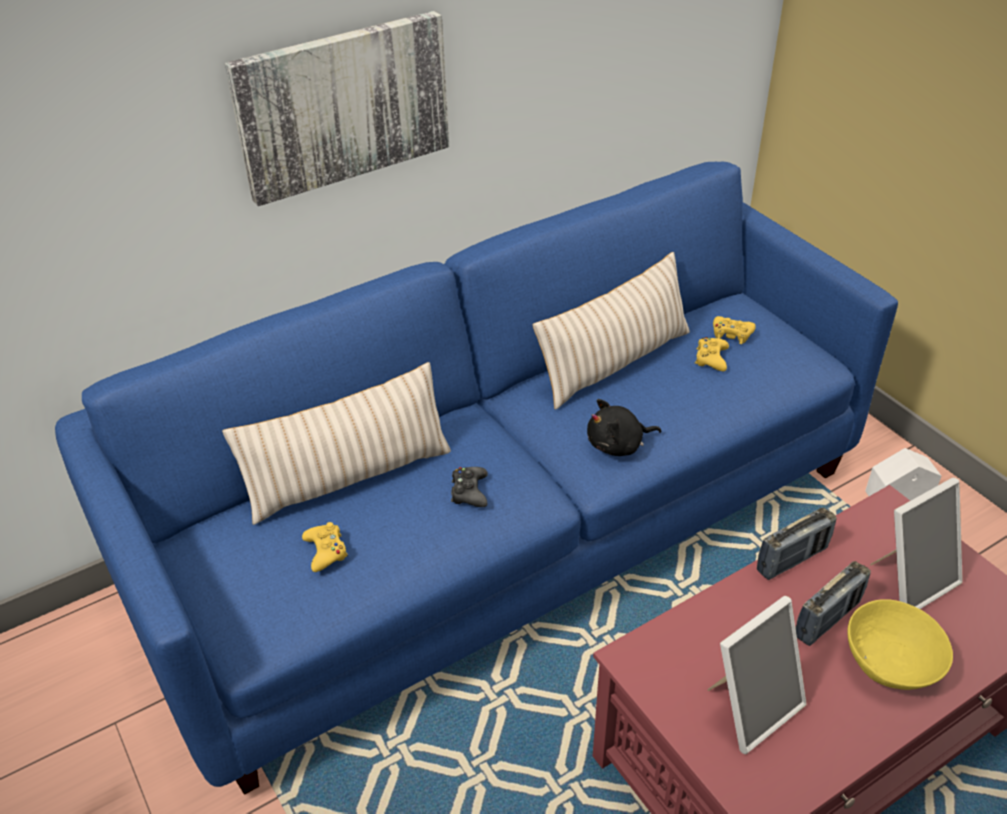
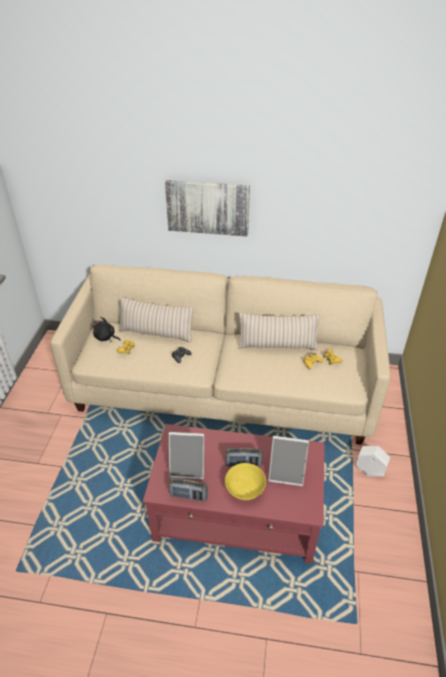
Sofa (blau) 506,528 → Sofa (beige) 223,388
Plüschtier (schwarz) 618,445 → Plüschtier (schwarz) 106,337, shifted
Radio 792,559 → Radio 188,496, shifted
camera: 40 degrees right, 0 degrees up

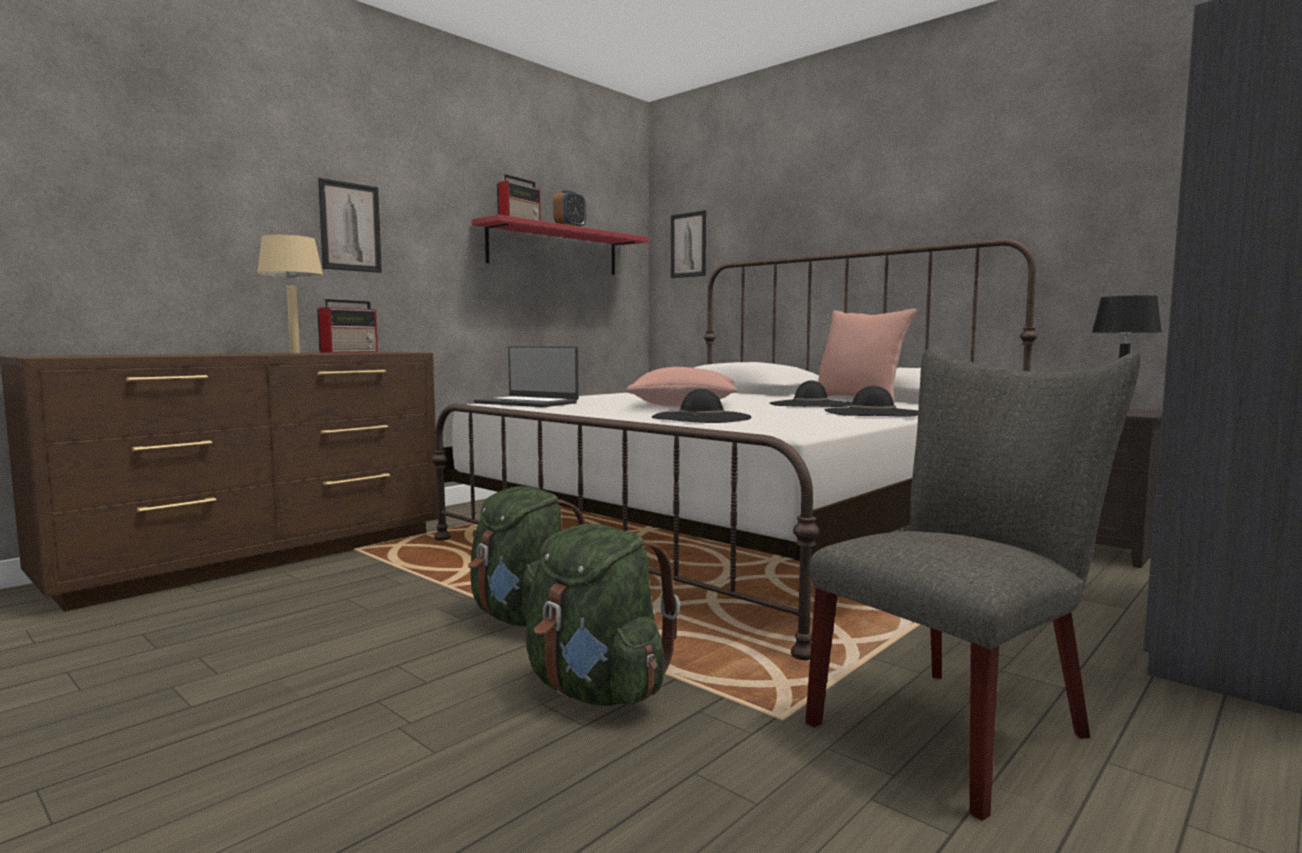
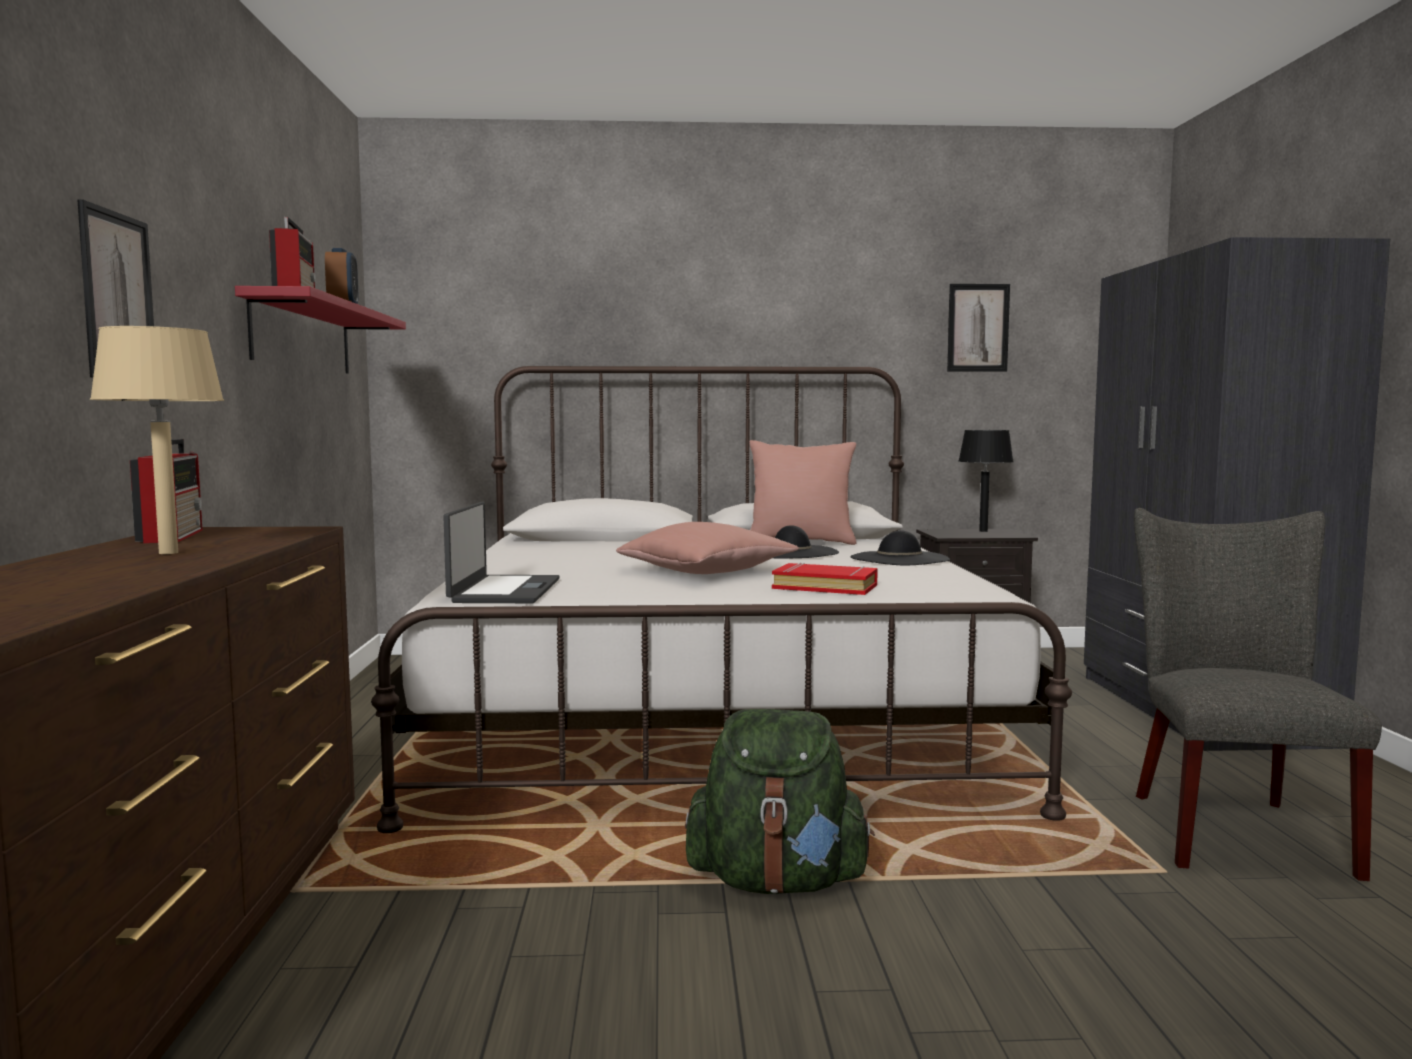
Bild 688,245 → Bild 978,328, shifted
Laptop 527,403 → Laptop 504,591, 75 degrees counterclockwise
Hut (schwarz) 701,418 → Buch (rot) 825,587
Rucksack (grün) 596,690 → -
camera: 45 degrees left, 0 degrees up

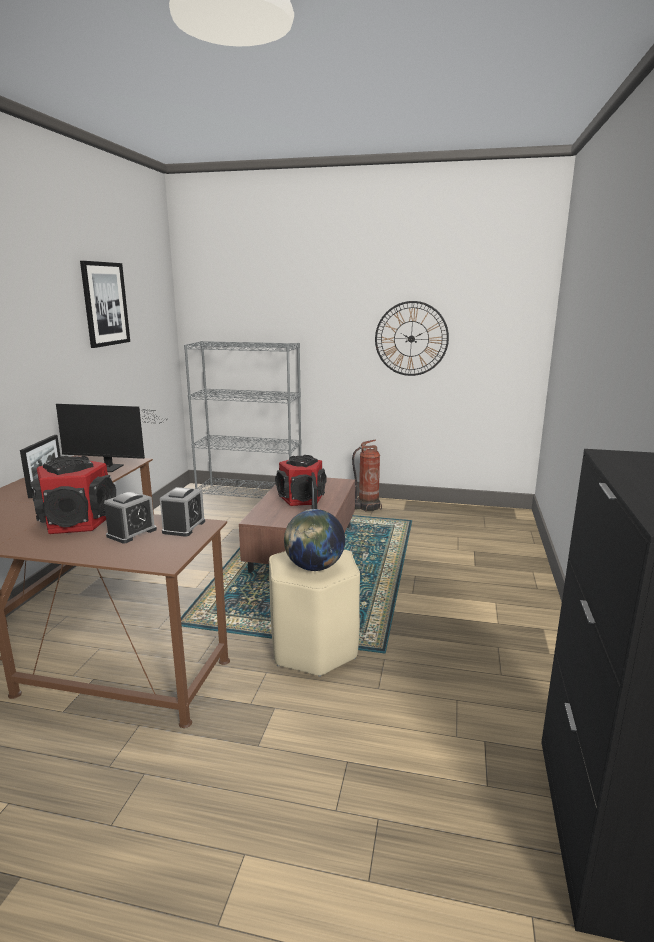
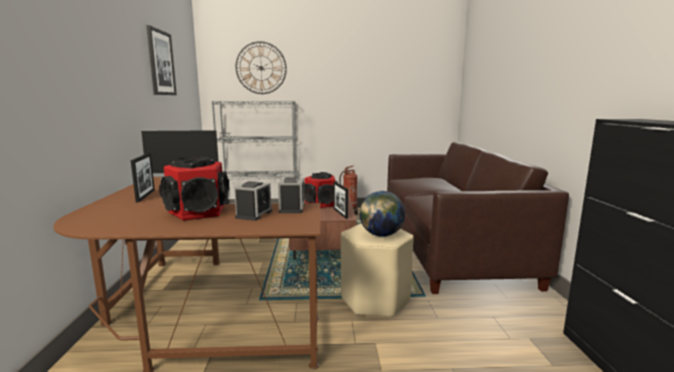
Wanduhr 411,339 → Wanduhr 261,68, shifted
- → Sofa (braun) 450,247
camera: 15 degrees left, 5 degrees down

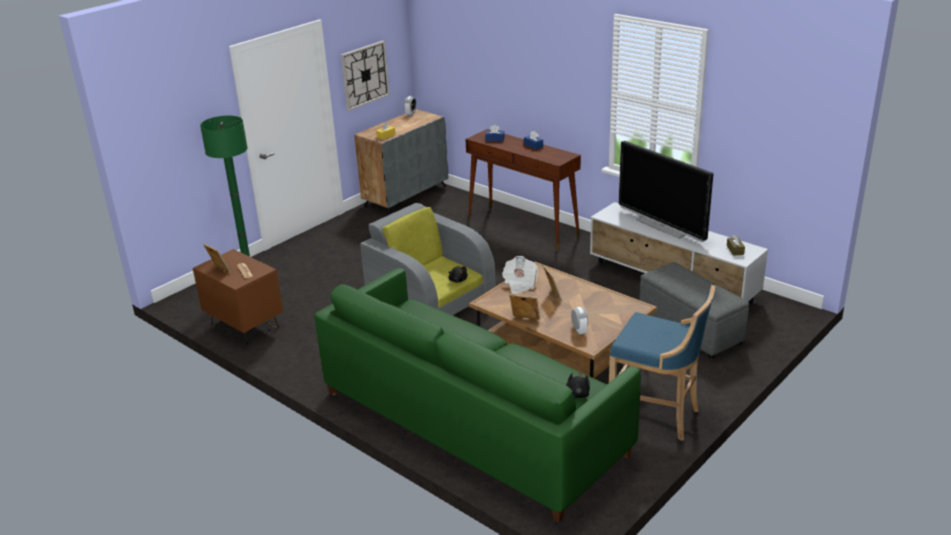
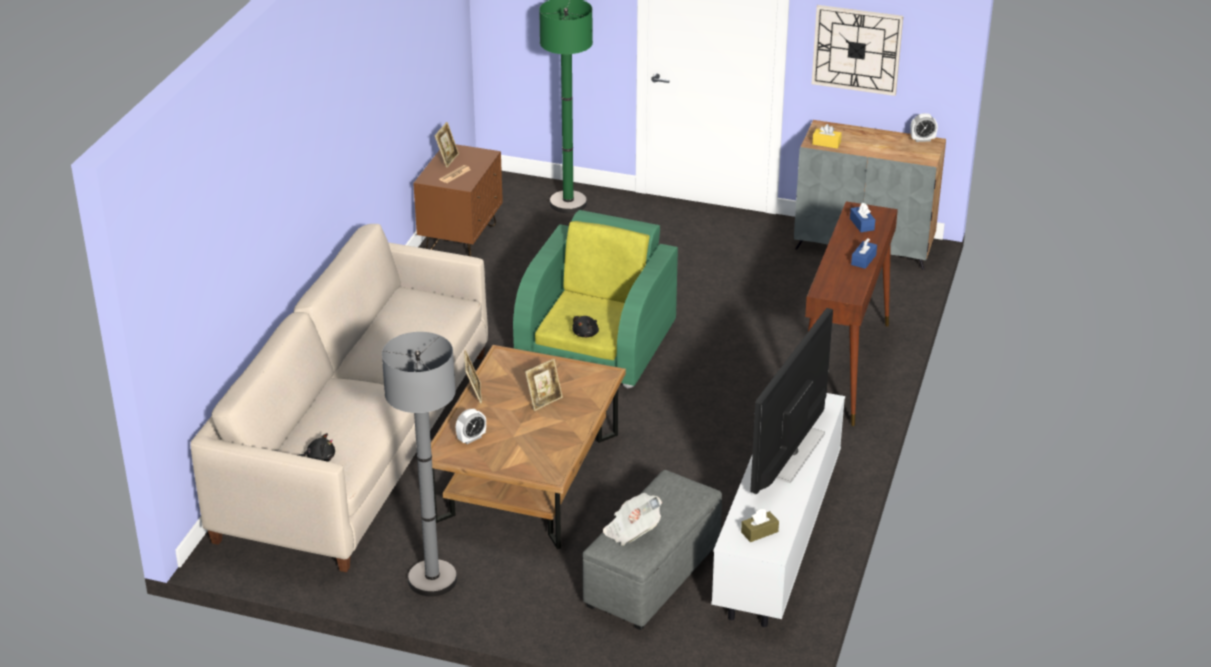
Sessel (grau) 430,299 → Sessel (grün) 597,344
Zeitung 520,284 → Zeitung 632,531, shifted
Sofa (grün) 472,422 → Sofa (beige) 356,443
Hocker (blau) 657,416 → Stehlampe (grau) 432,580
camera: 65 degrees right, 5 degrees up

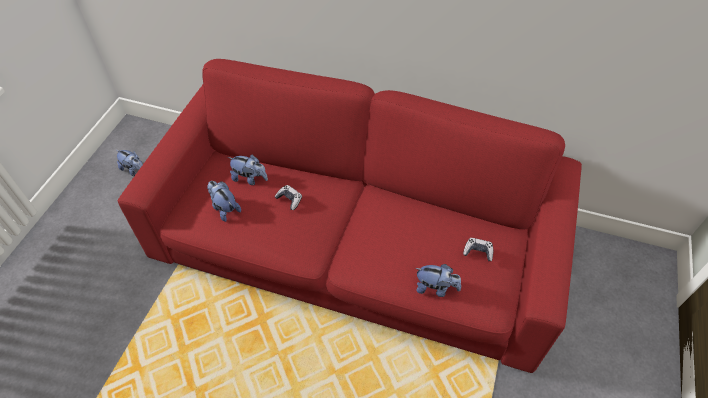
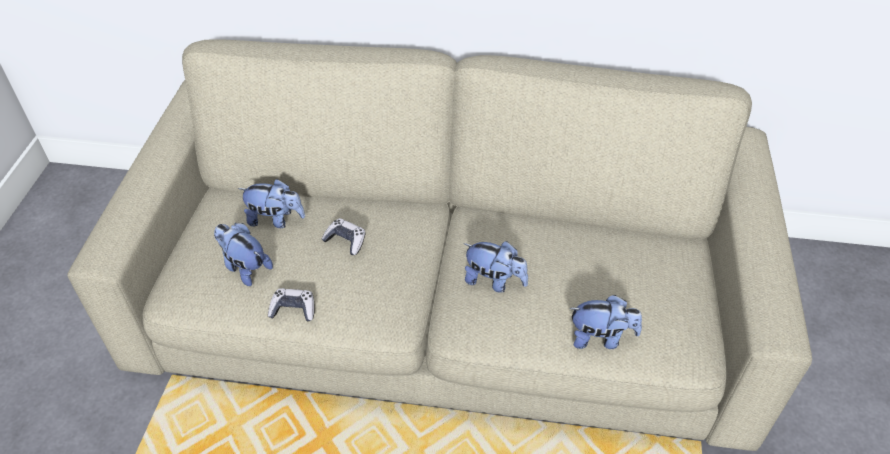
Sofa (rot) 354,244 → Sofa (beige) 445,304
Plüschtier 134,170 → Plüschtier 494,281, shifted
Gamepad 478,252 → Gamepad 293,309, shifted
camera: 10 degrees left, 5 degrees down

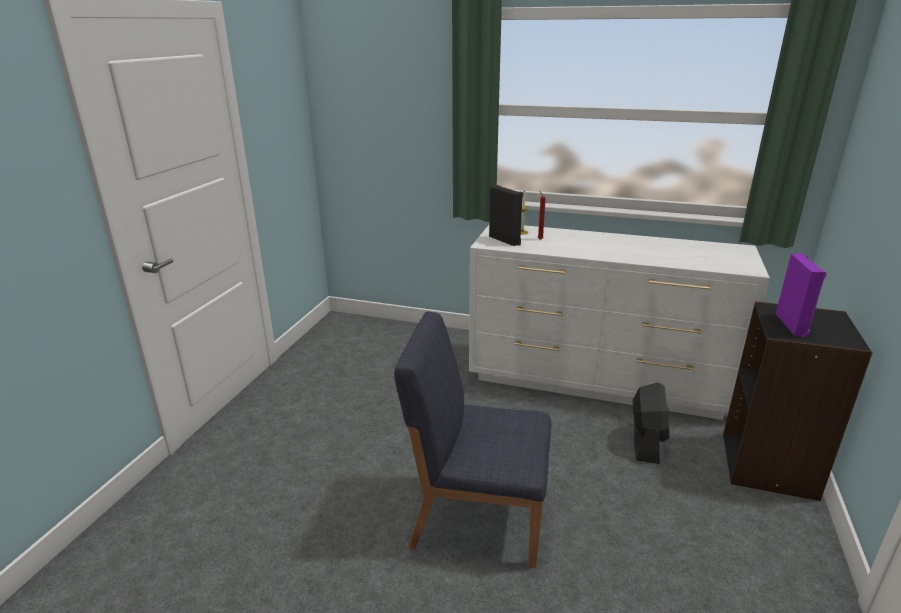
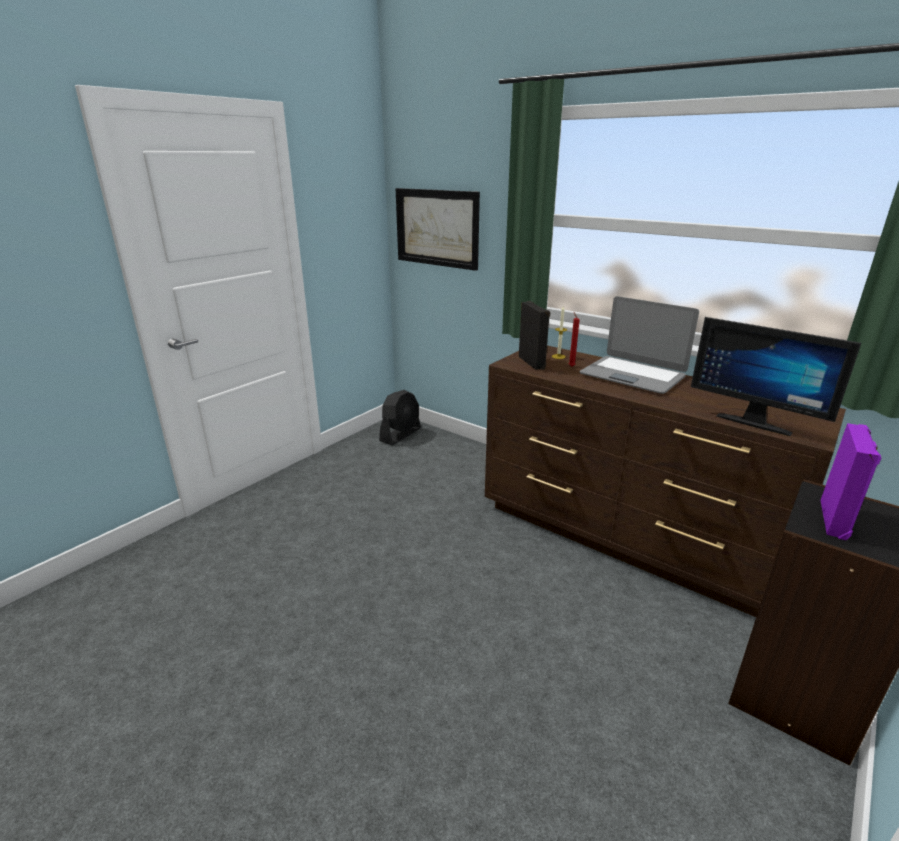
Kommode (weiß) 598,381 → Kommode (braun) 625,537
Stuhl (blau) 477,515 → -
Ventilator (schwarz) 646,442 → Ventilator (schwarz) 400,434, shifted
- → Bild 437,228
- → Laptop 632,375
- → Monitor 755,421
camera: 20 degrees right, 0 degrees up

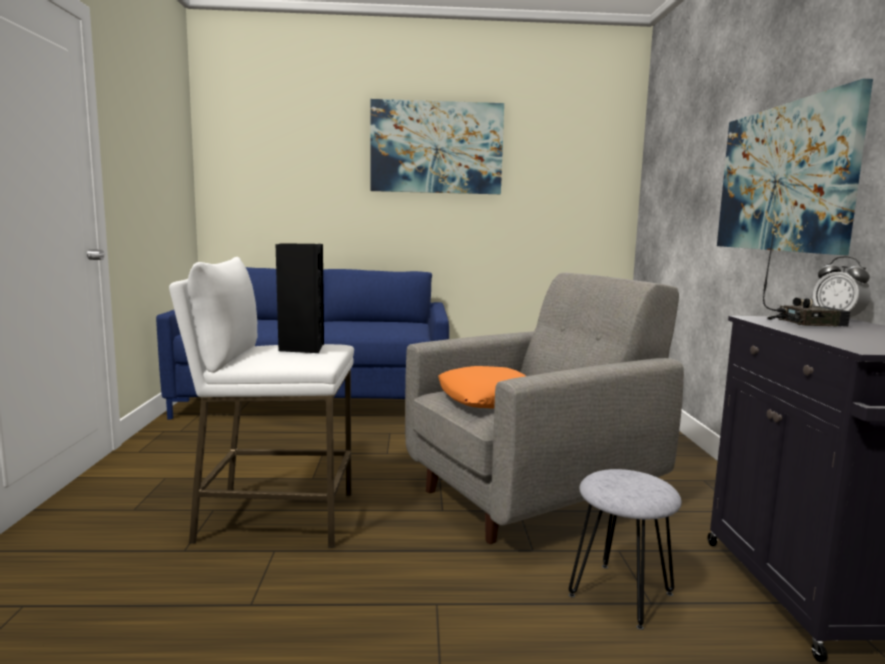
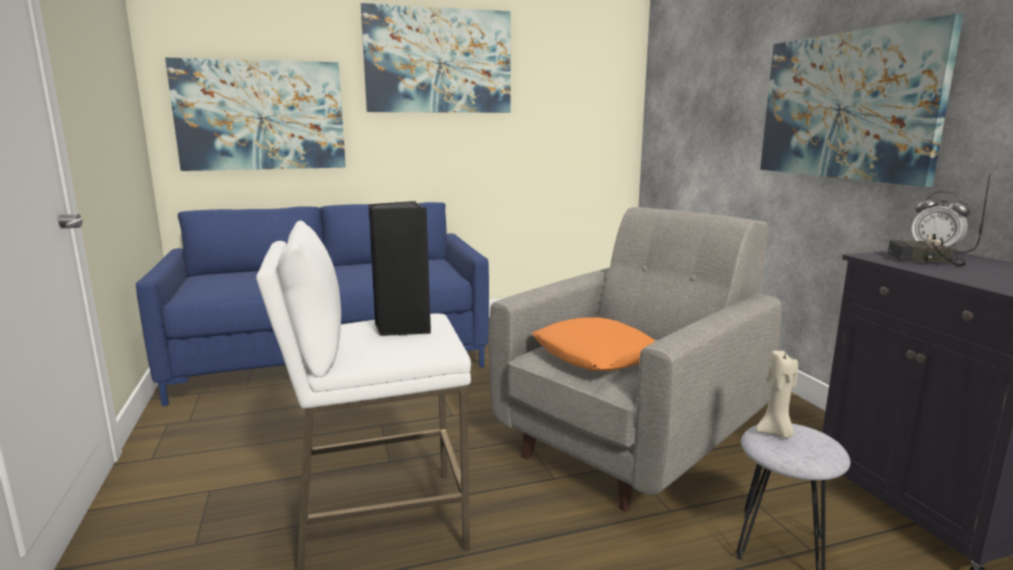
Radio 806,323 → Radio 923,260, 150 degrees counterclockwise
- → Bild 261,115
- → Kerze (beige) 776,432
camera: 15 degrees left, 5 degrees up

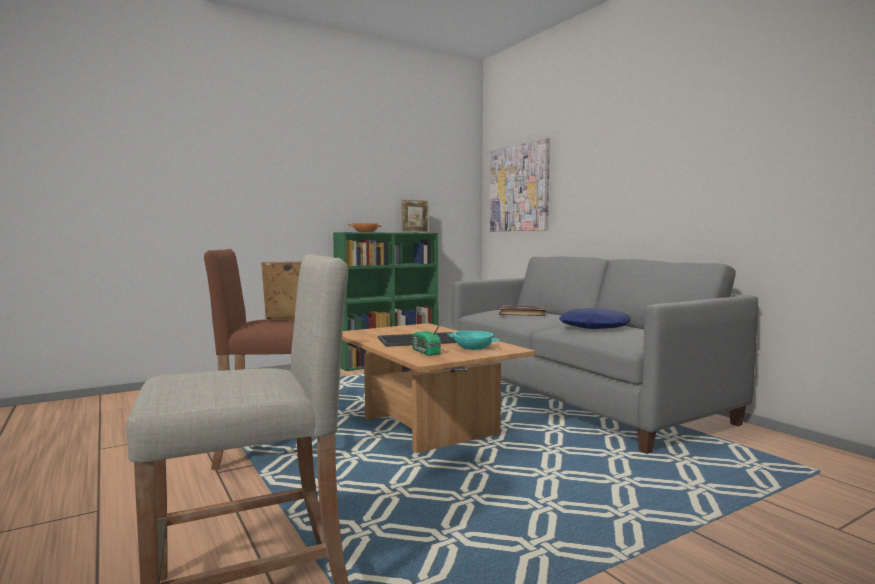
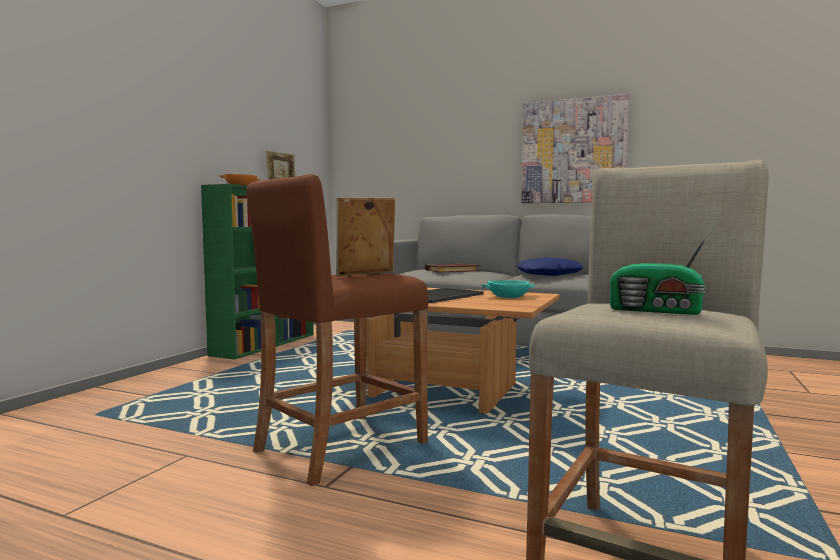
Bild 519,188 → Bild 573,151, shifted
Radio 425,352 → Radio 657,311, shifted
camera: 35 degrees left, 0 degrees up

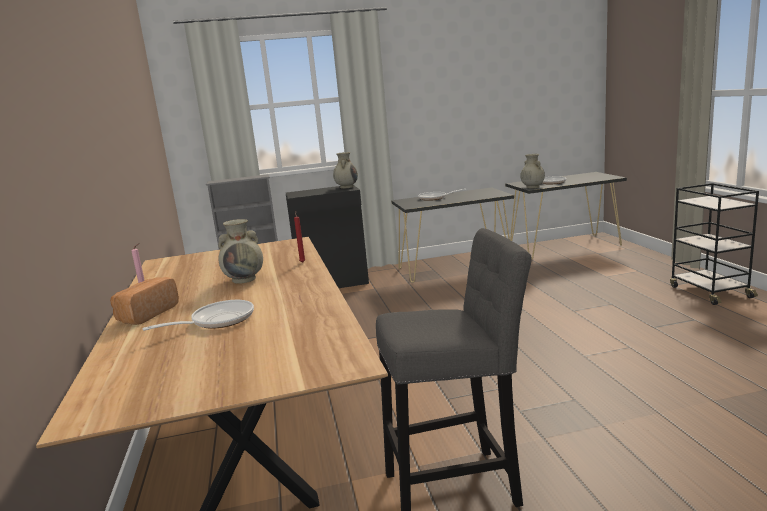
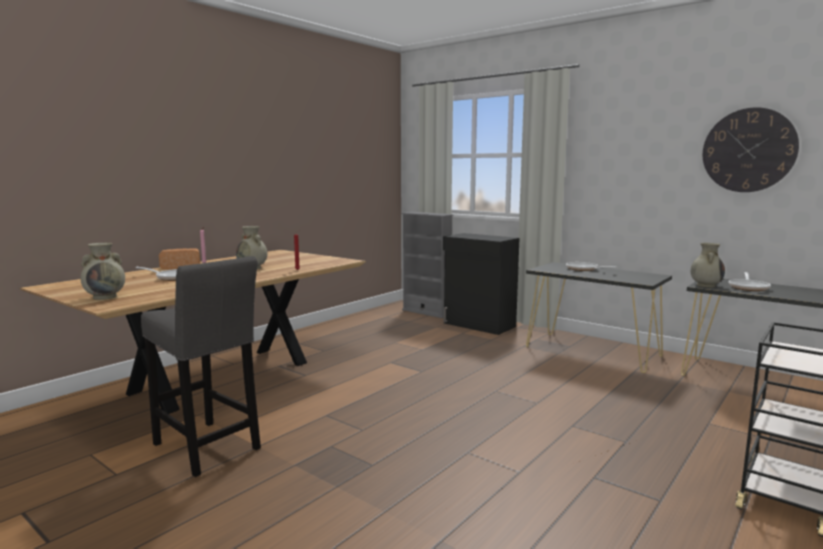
Vase (beige) 346,187 → Vase (beige) 105,297, shifted
- → Wanduhr 748,150
camera: 50 degrees right, 5 degrees down

